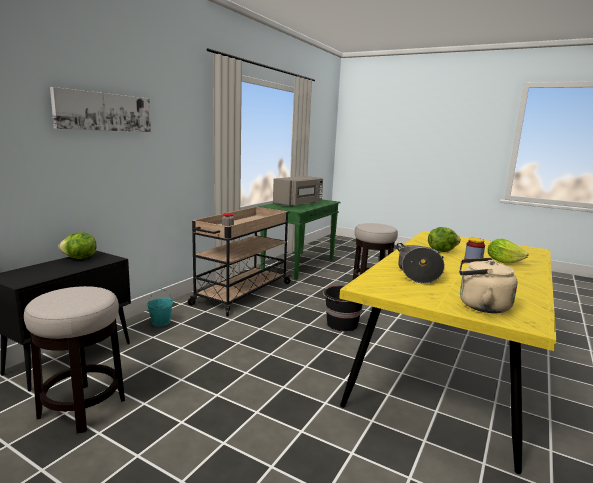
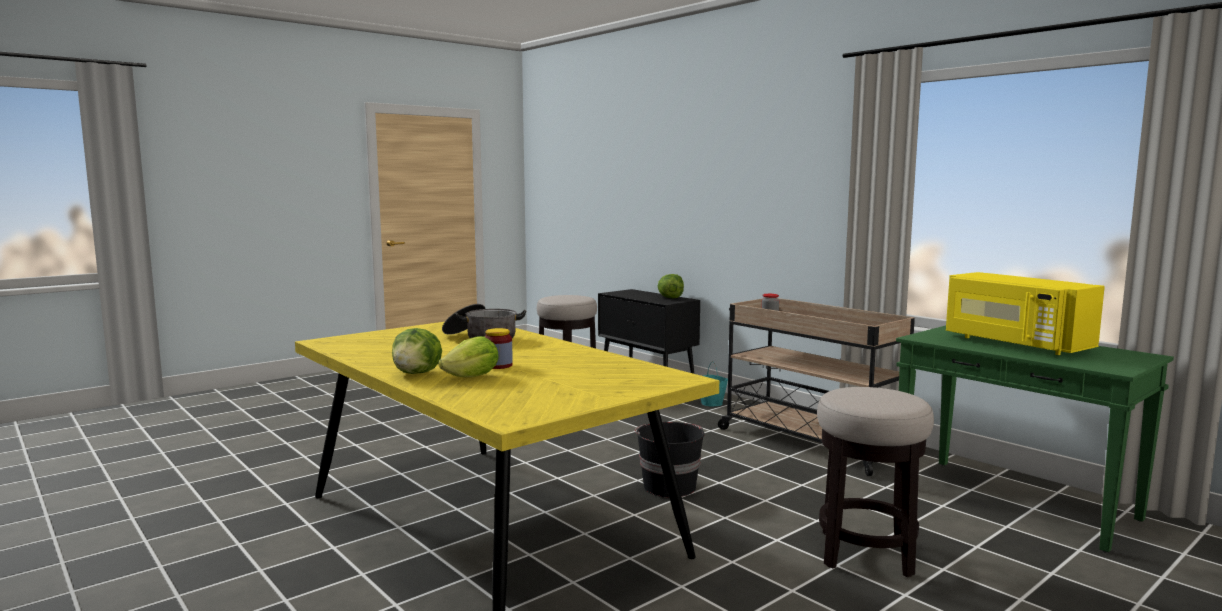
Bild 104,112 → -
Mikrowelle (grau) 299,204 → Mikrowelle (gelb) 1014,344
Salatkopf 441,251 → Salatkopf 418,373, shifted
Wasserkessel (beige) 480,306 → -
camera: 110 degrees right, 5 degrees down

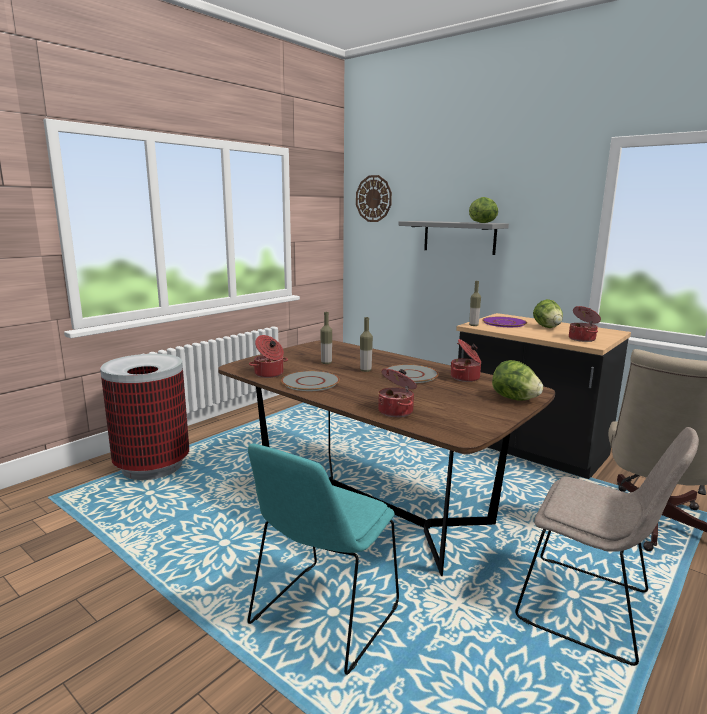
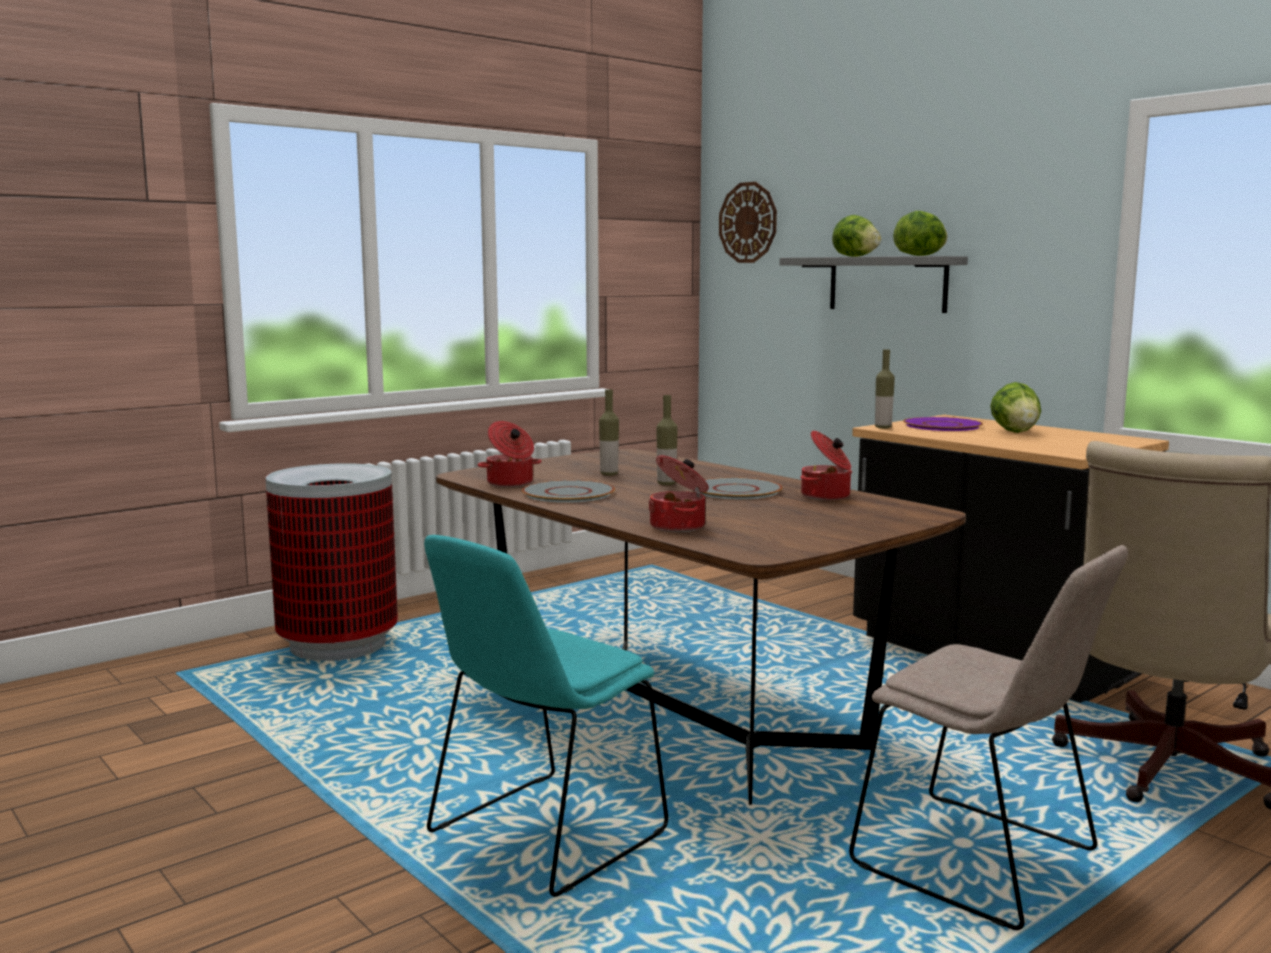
Kochtopf 582,339 → -
Salatkopf 514,399 → Salatkopf 855,256, shifted
camera: 10 degrees right, 5 degrees down

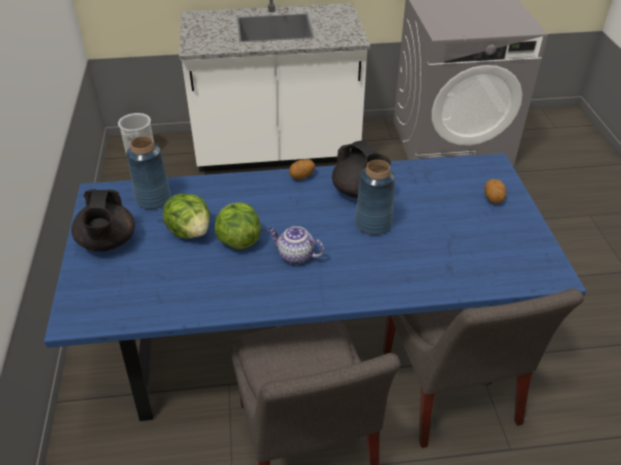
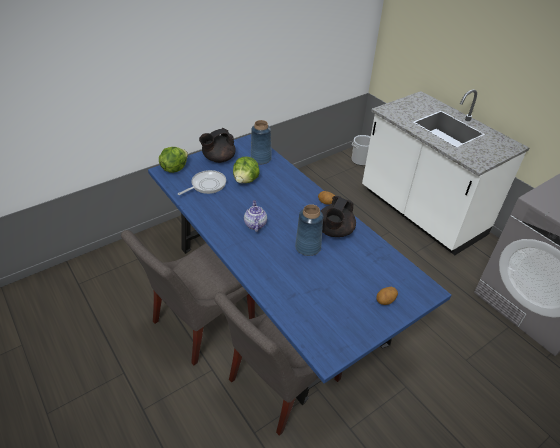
Salatkopf 238,240 → Salatkopf 174,168, shifted
- → Pfanne 206,185
camera: 60 degrees right, 0 degrees up

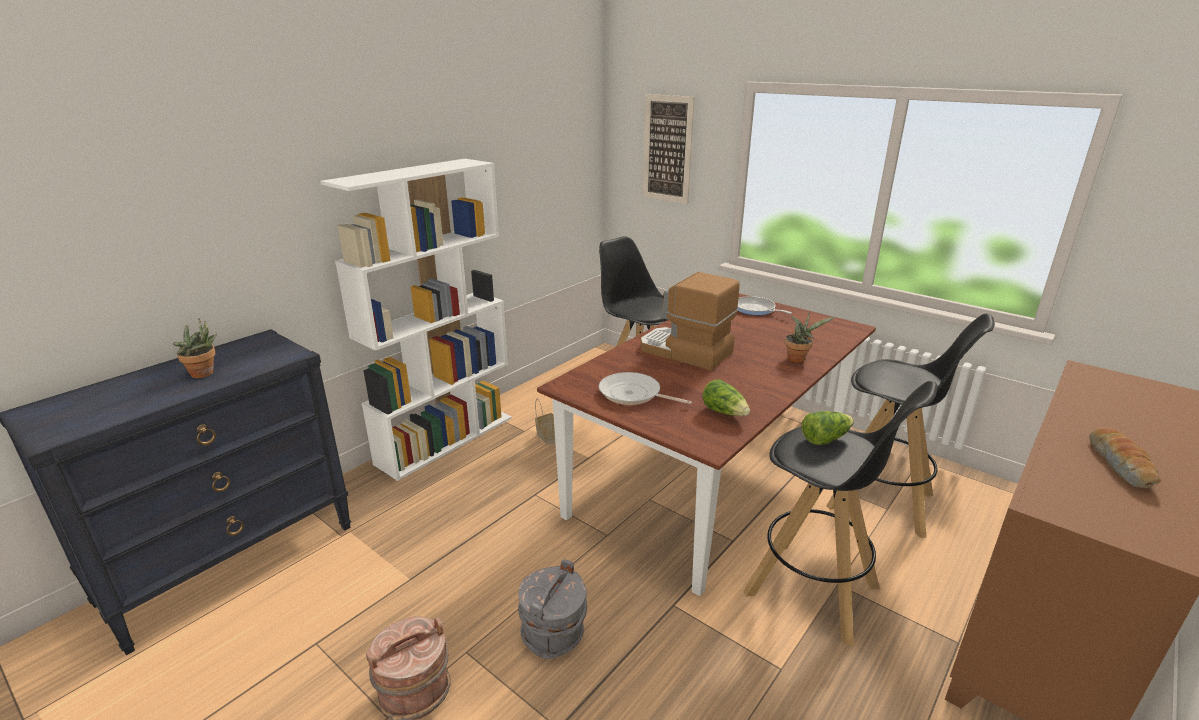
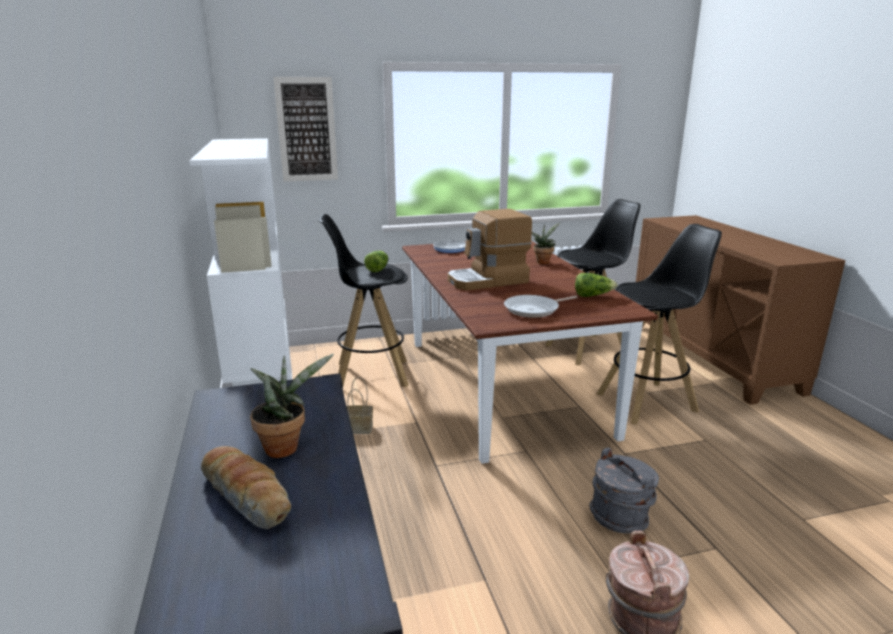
Salatkopf 825,438 → Salatkopf 377,269, shifted
Brot 1121,466 → Brot 248,497, shifted
camera: 55 degrees left, 5 degrees down

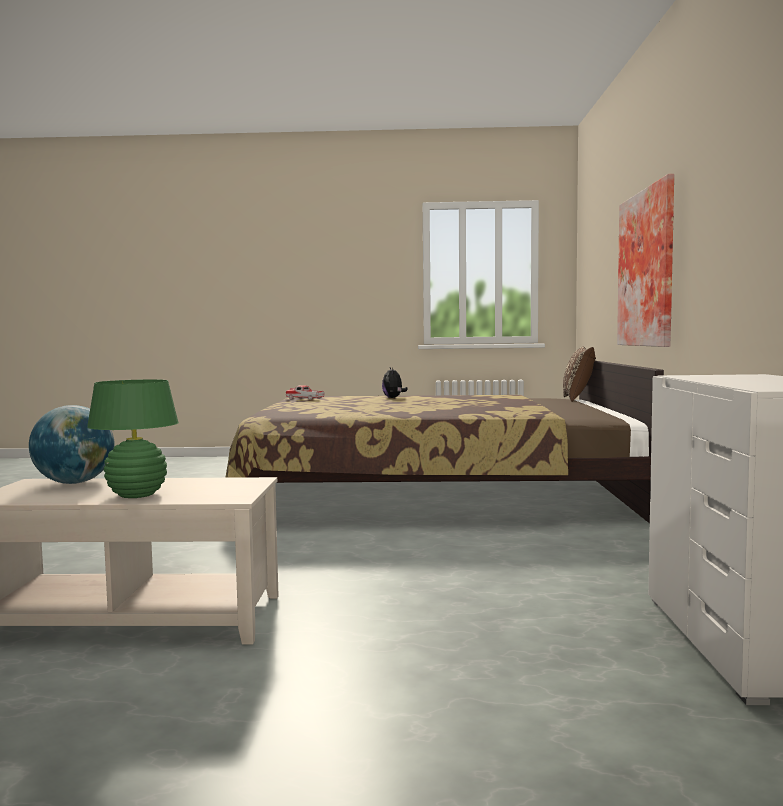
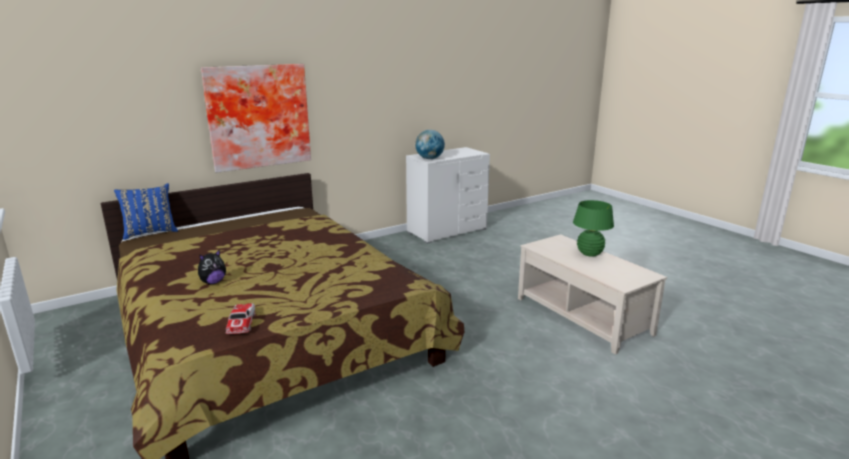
Kissen (braun) 578,399 → Kissen (blau) 150,232
Globus 74,483 → Globus 429,159, shifted
camera: 125 degrees left, 15 degrees up

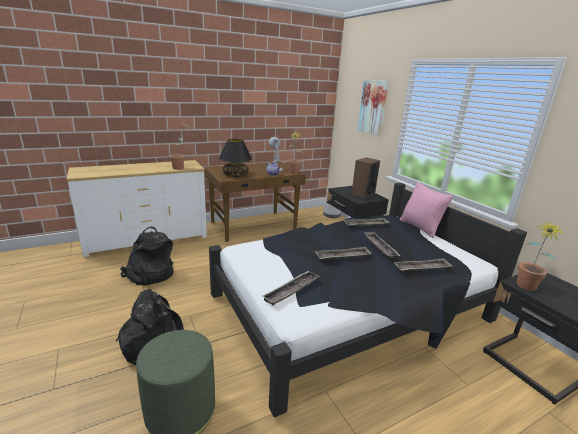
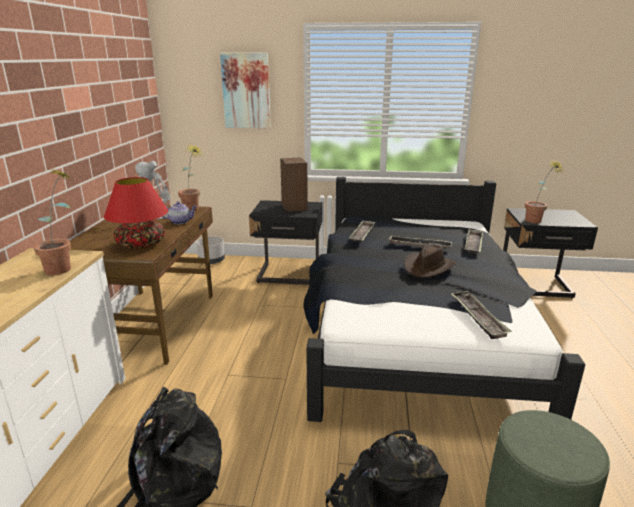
Tischlampe (schwarz) 235,175 → Tischlampe (rot) 141,244
Kissen (rosa) 420,228 → -
Tablett 343,257 → Hut (braun) 428,267
camera: 55 degrees left, 0 degrees up

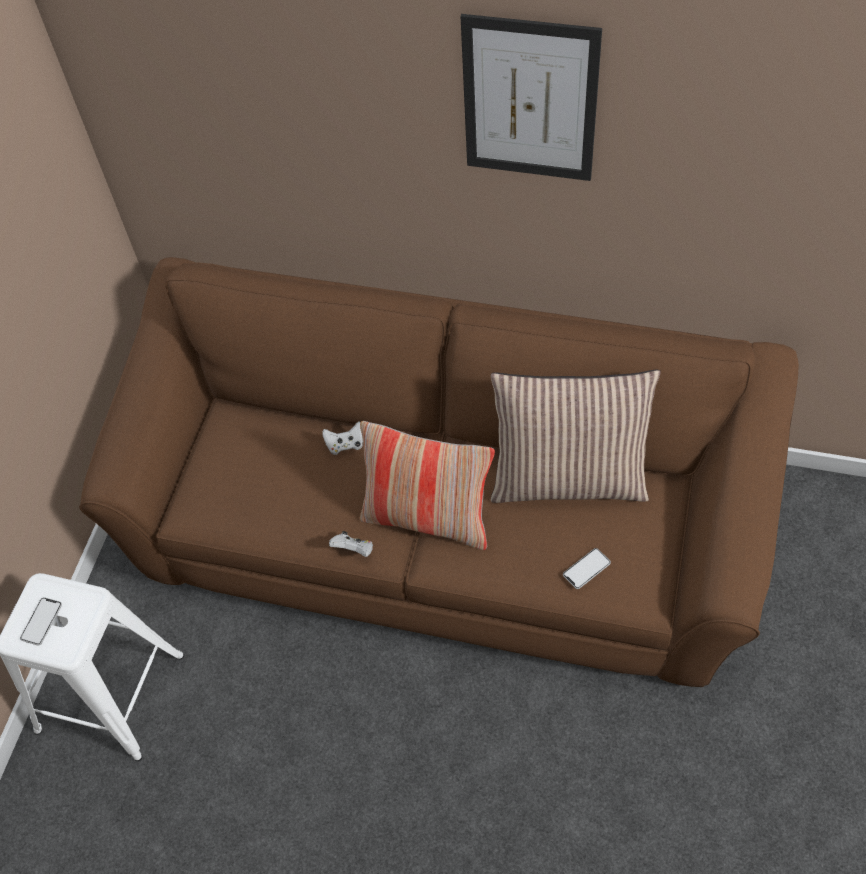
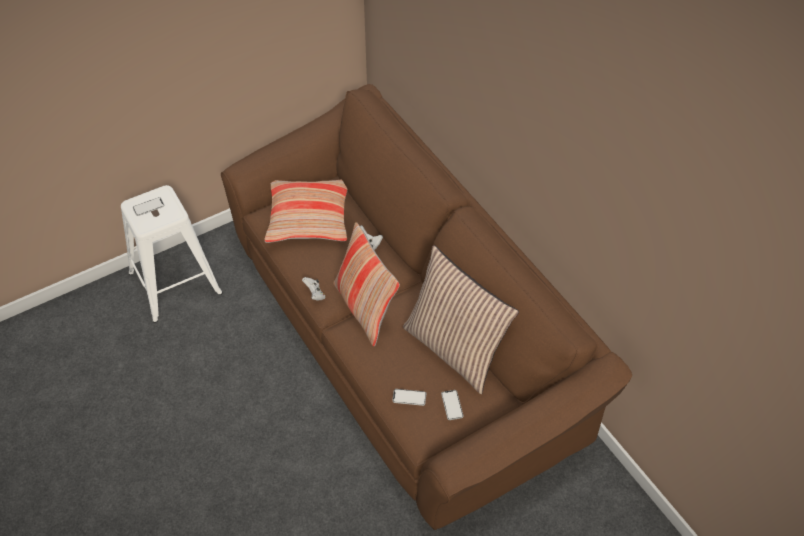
Bild 530,100 → -
- → Kissen 308,218
- → Handy 452,405
camera: 40 degrees right, 5 degrees down

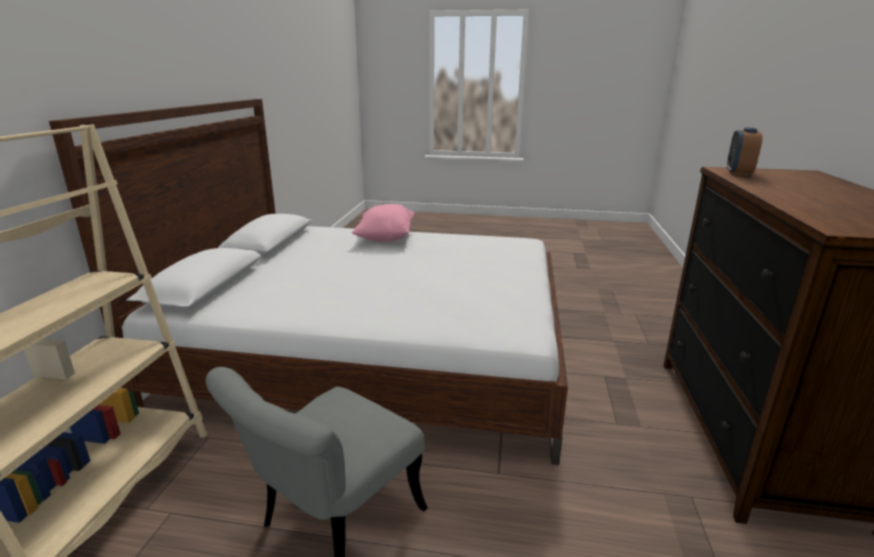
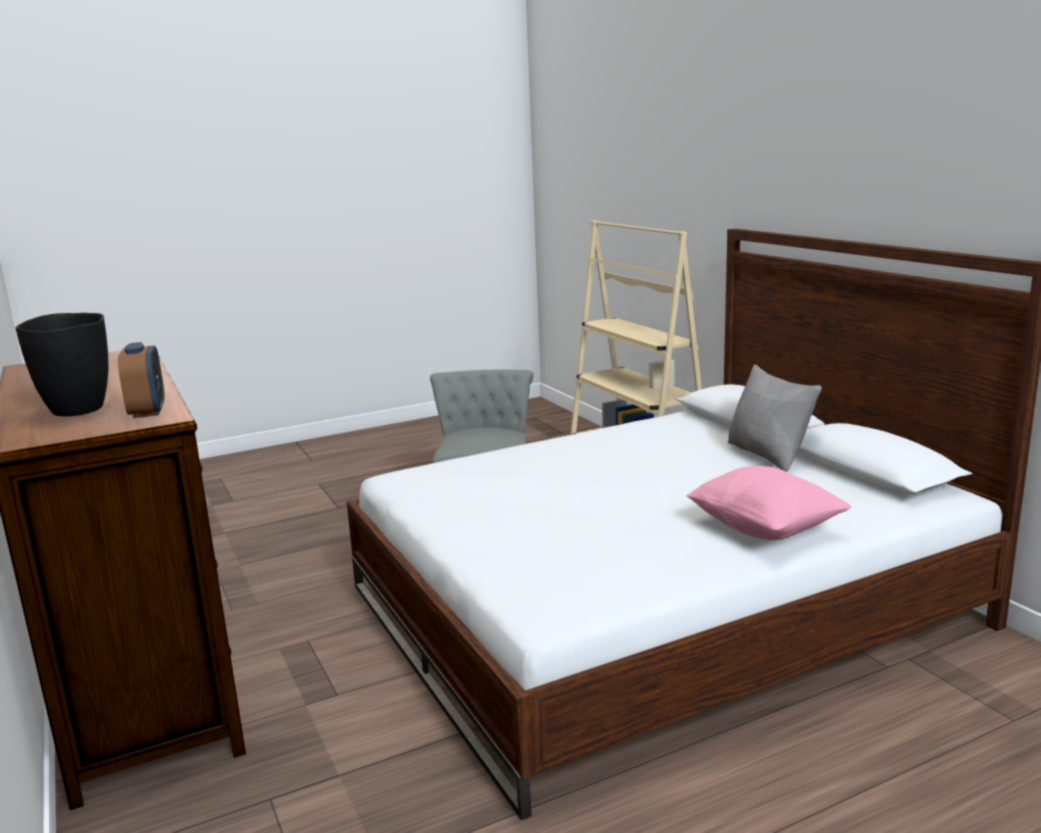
- → Vase (schwarz) 78,410
- → Kissen (grau) 768,455
camera: 145 degrees right, 5 degrees down

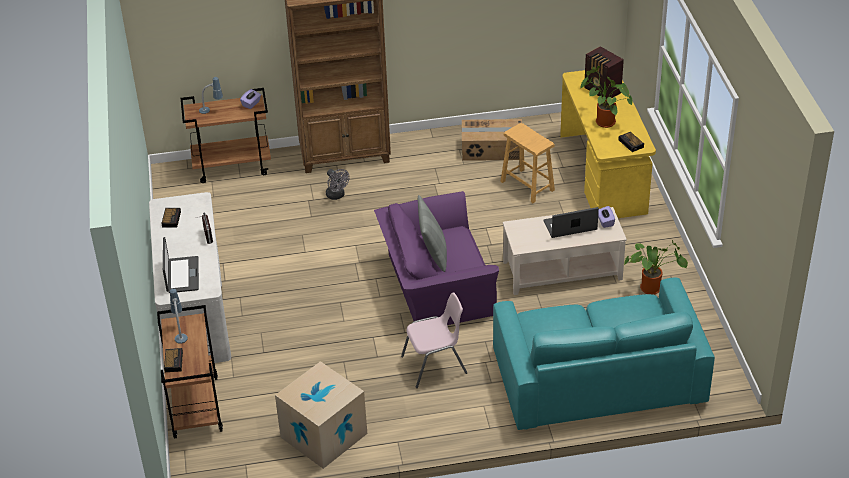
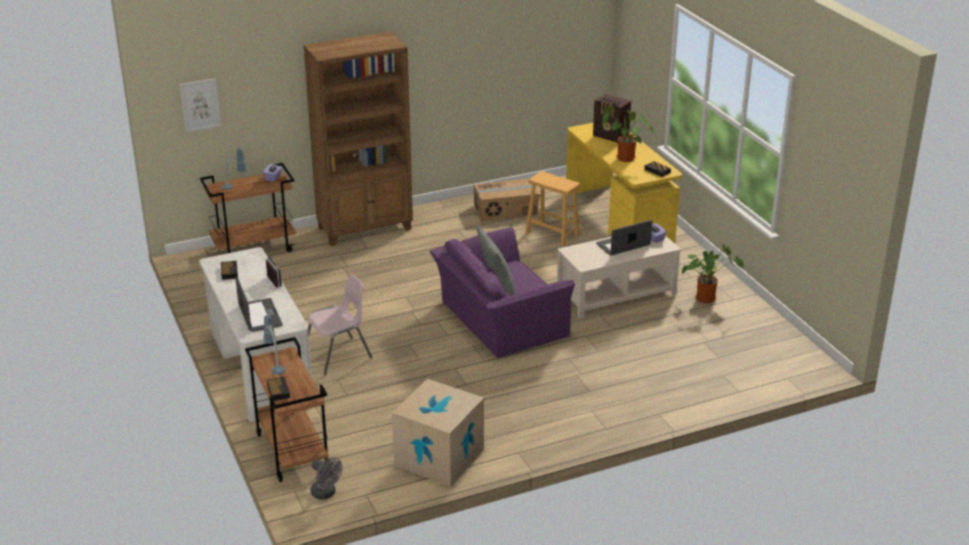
Ventilator (grau) 337,196 → Ventilator (grau) 326,494, shifted
Sofa (türkis) 597,375 → -
Stuhl (rosa) 435,365 → Stuhl (rosa) 339,355, shifted
- → Bild 200,105
camera: 15 degrees left, 10 degrees down

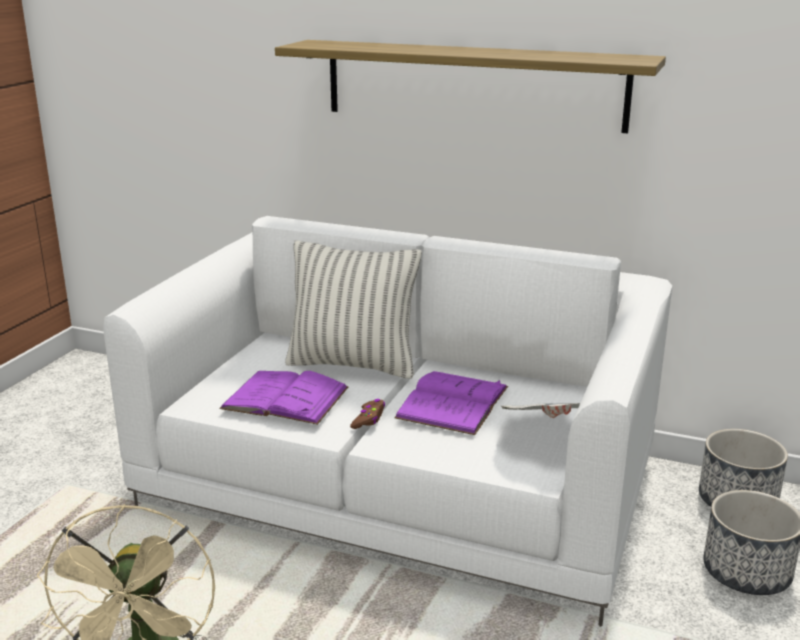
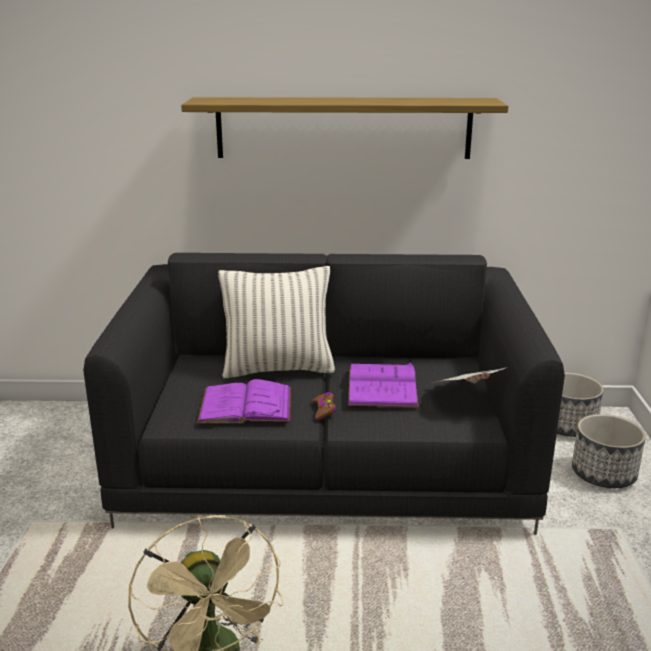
Sofa (weiß) 402,486 → Sofa (schwarz) 326,463
camera: 20 degrees left, 0 degrees up

